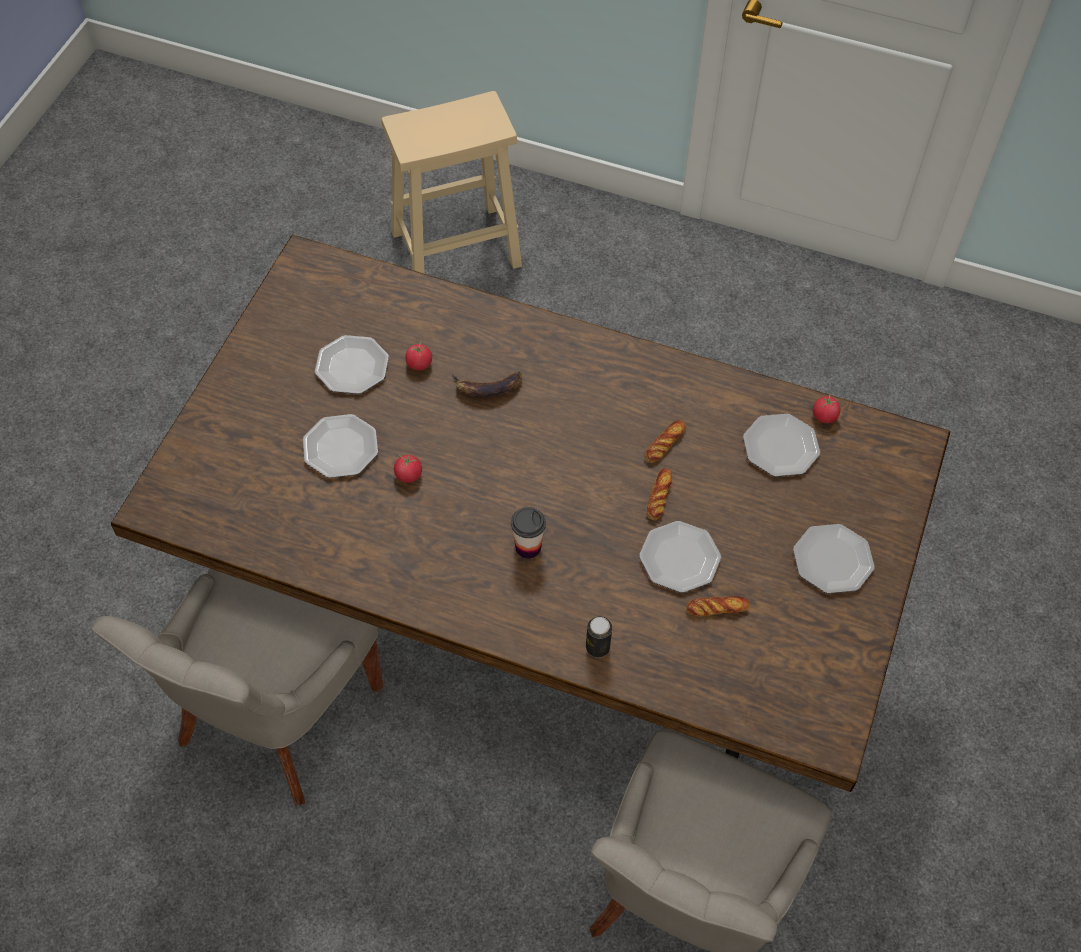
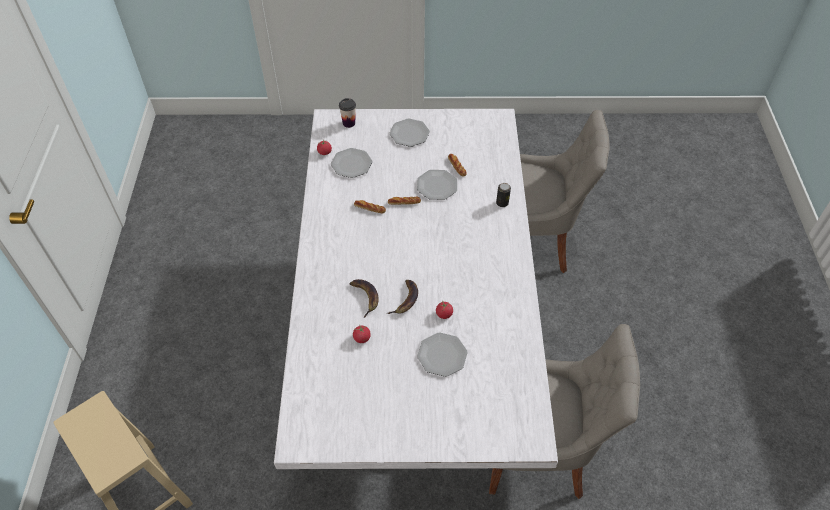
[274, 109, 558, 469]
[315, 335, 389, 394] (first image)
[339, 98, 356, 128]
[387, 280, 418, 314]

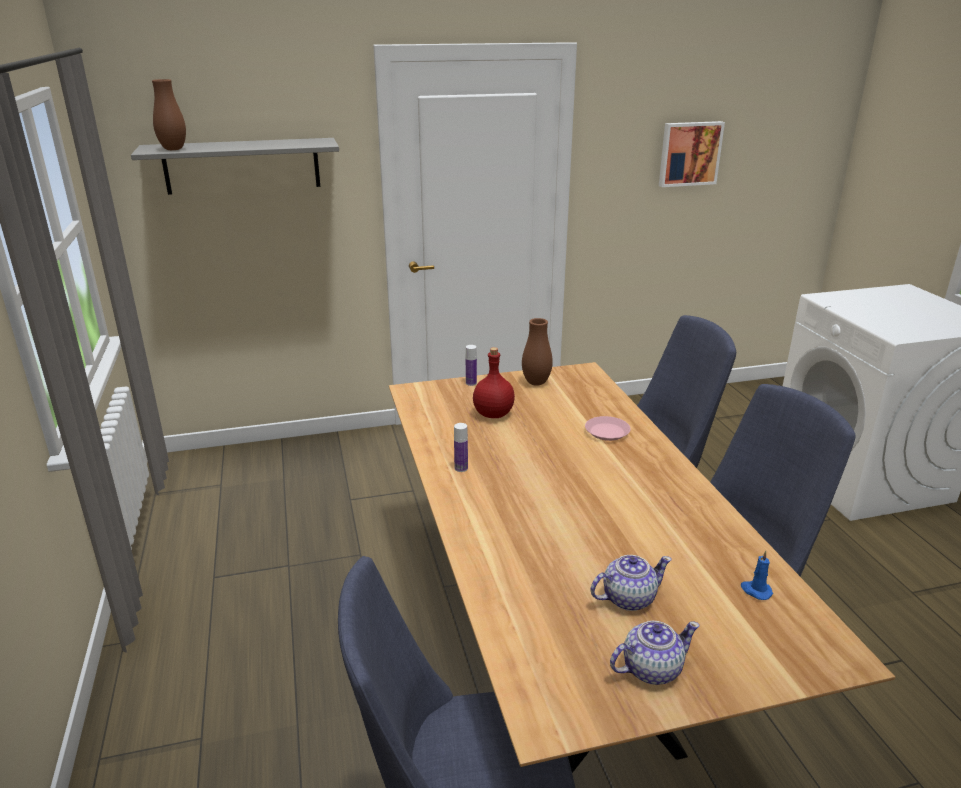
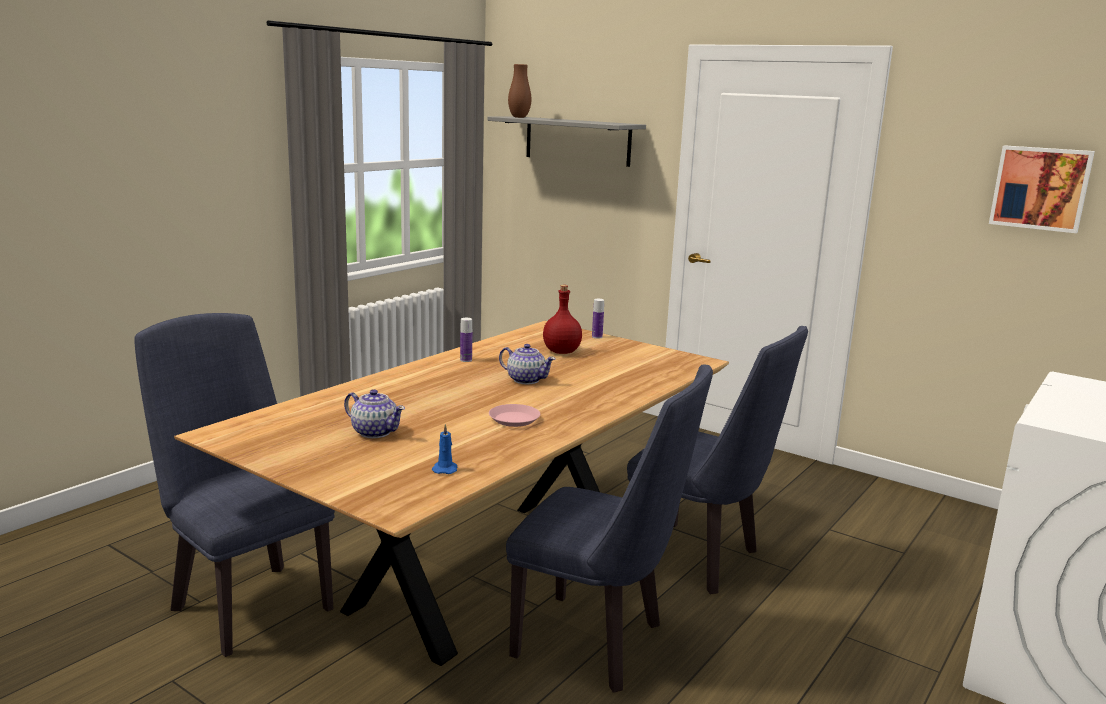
[522, 318, 553, 386] (first image)
[489, 404, 540, 427]
[499, 344, 556, 384]

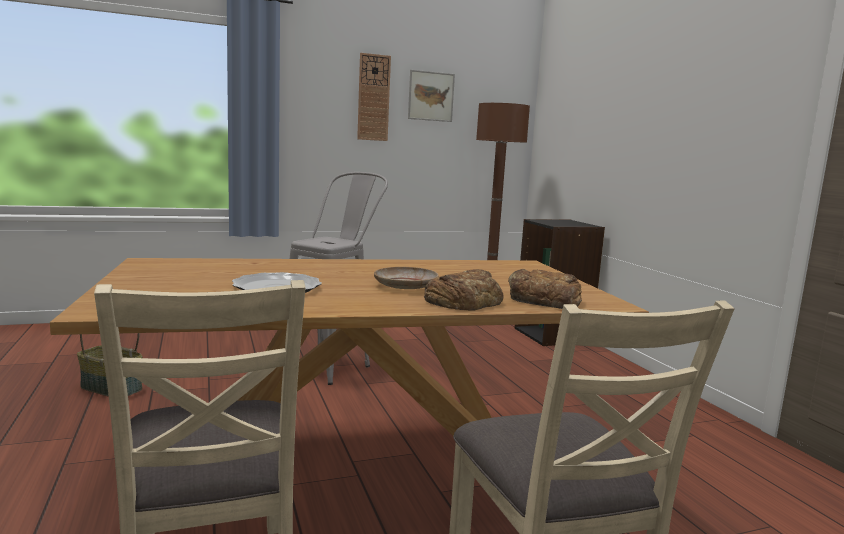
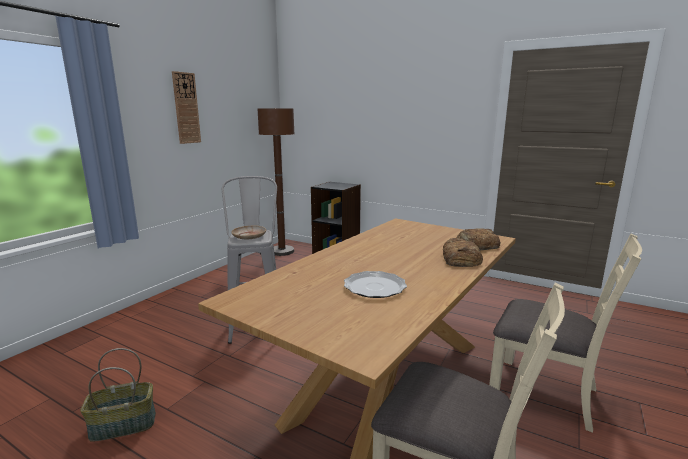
[408, 70, 455, 122] (first image)
[231, 226, 266, 239]

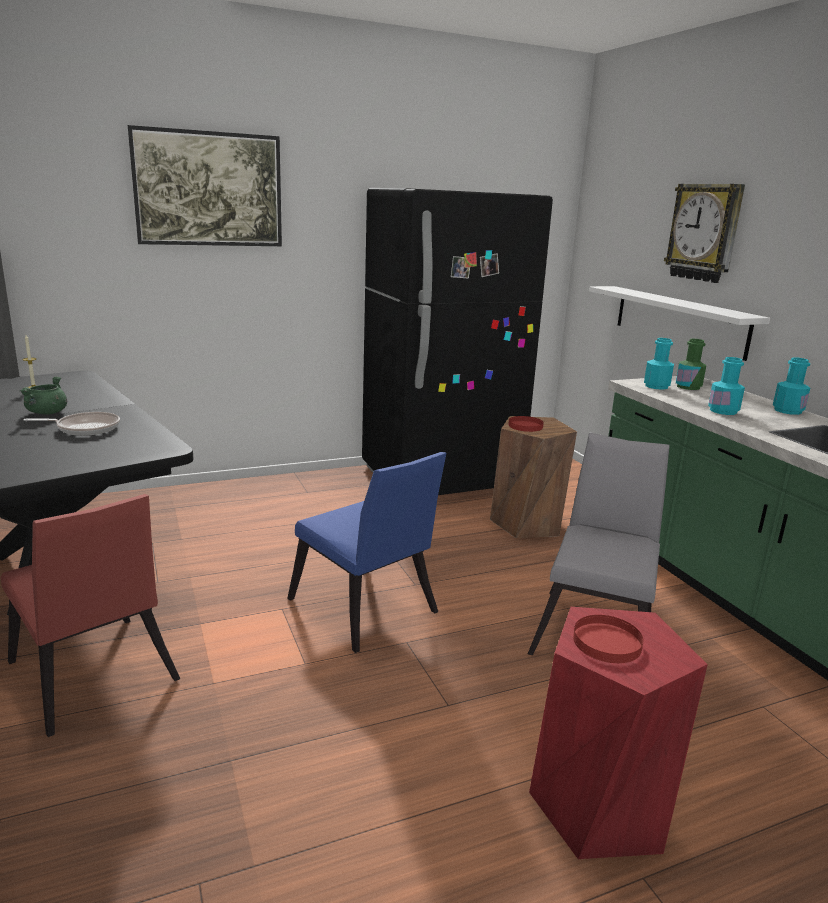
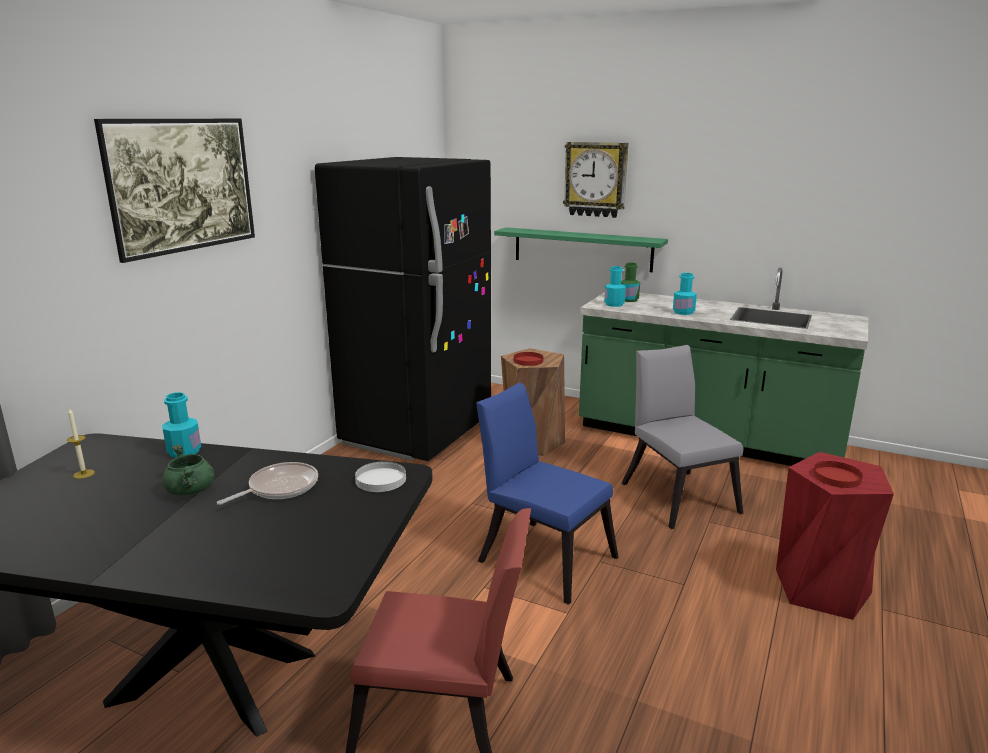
[494, 227, 668, 272]
[162, 392, 201, 458]
[476, 383, 618, 605]
[355, 461, 406, 492]

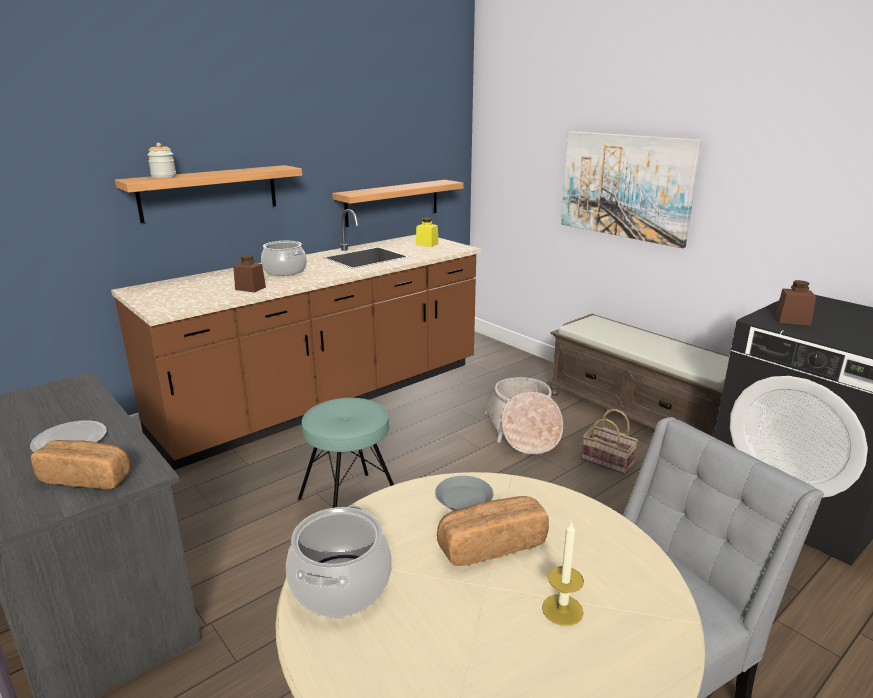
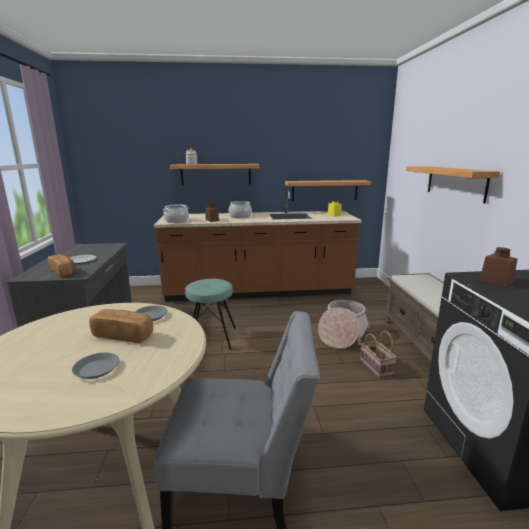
[406, 166, 500, 203]
[163, 205, 189, 223]
[72, 352, 119, 379]

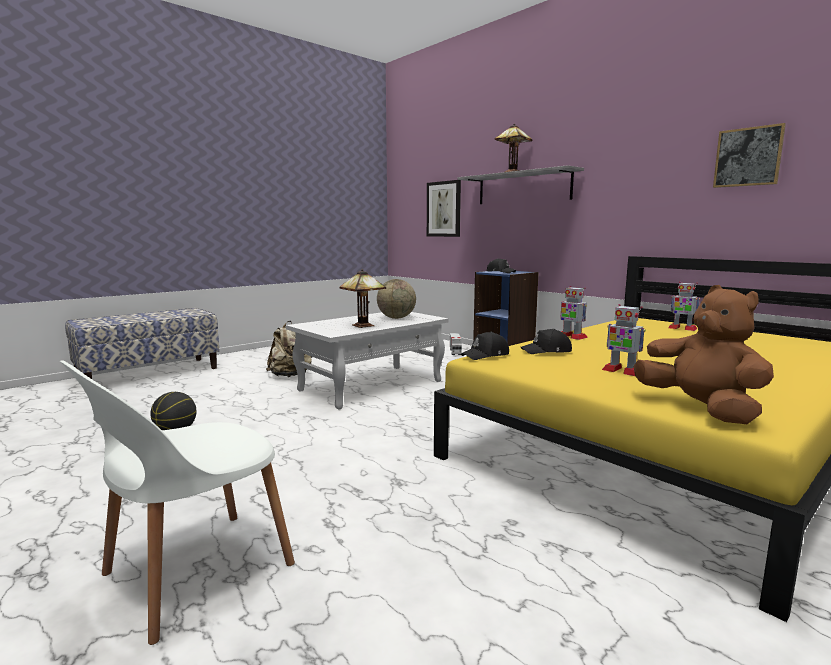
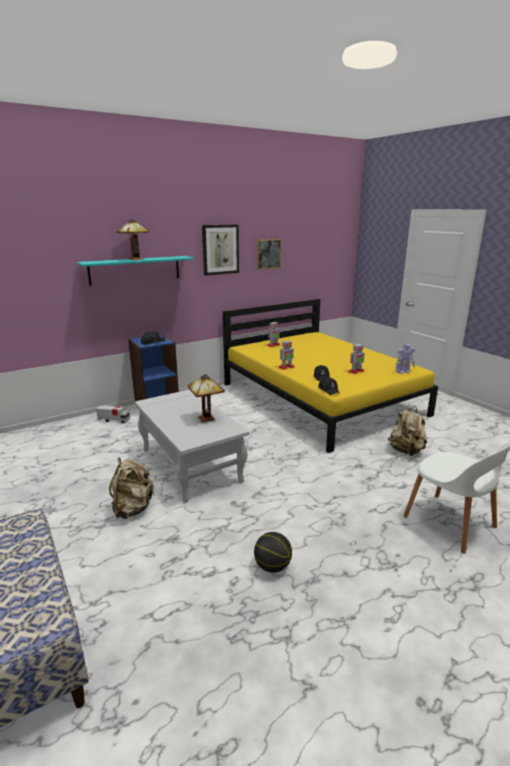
[77, 256, 194, 286]
[202, 224, 239, 276]
[377, 279, 416, 319] (first image)
[395, 344, 415, 374]
[388, 406, 427, 456]

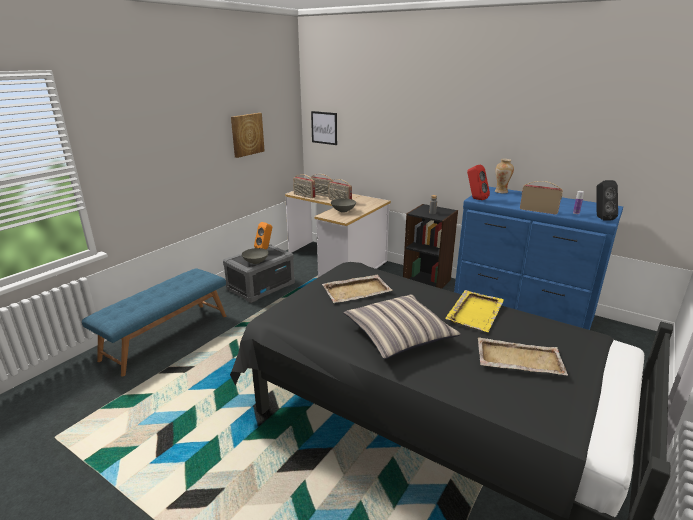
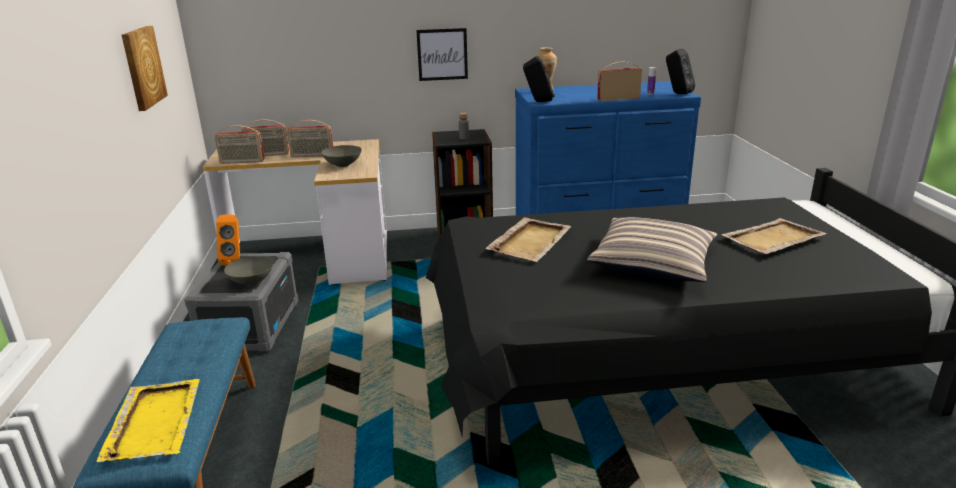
[416, 28, 468, 81]
[523, 56, 554, 102]
[96, 379, 200, 462]

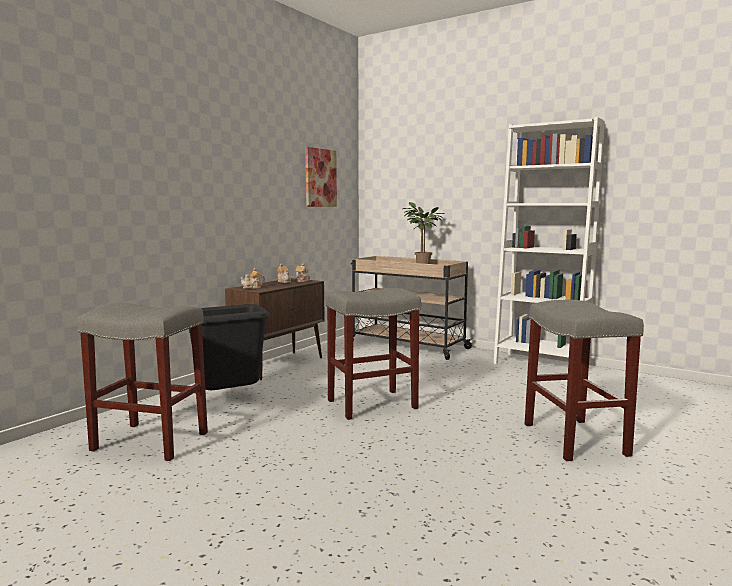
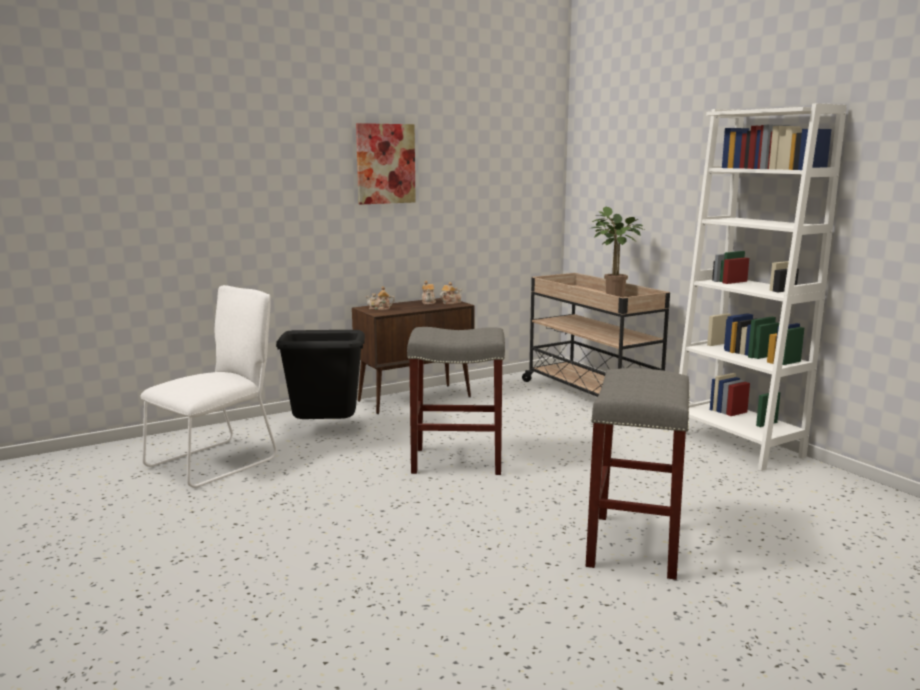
[356, 123, 416, 205]
[141, 285, 277, 488]

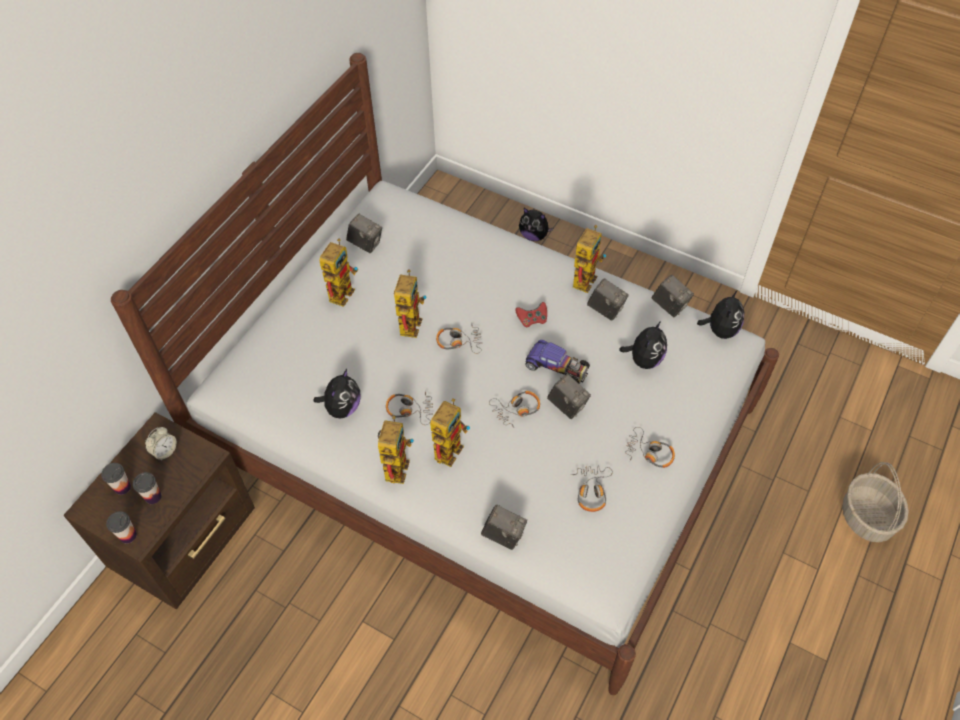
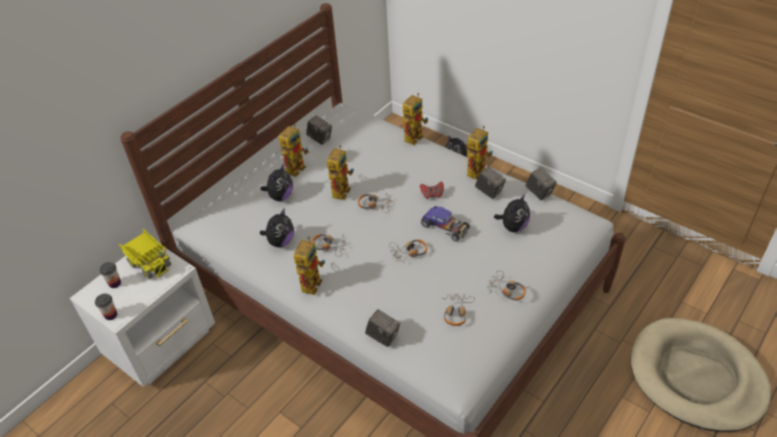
[261, 164, 293, 201]
[547, 374, 591, 419] (first image)
[403, 93, 428, 145]
[70, 248, 215, 387]
[119, 229, 171, 279]
[631, 318, 771, 432]
[133, 472, 162, 504] (first image)

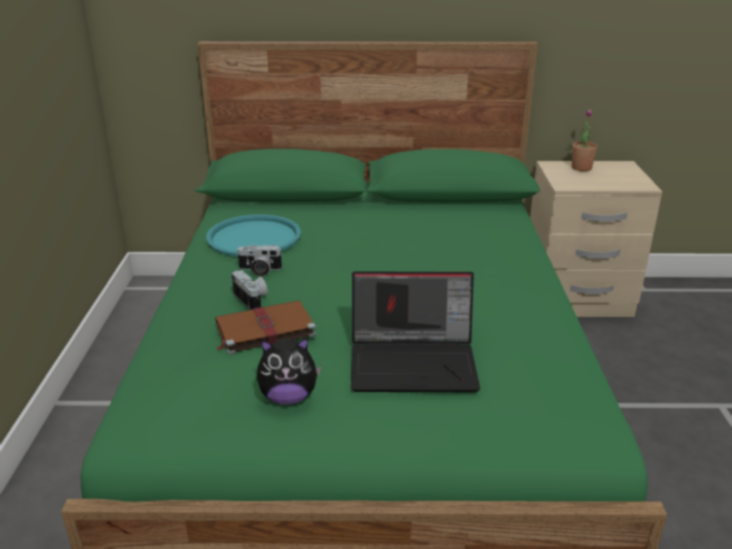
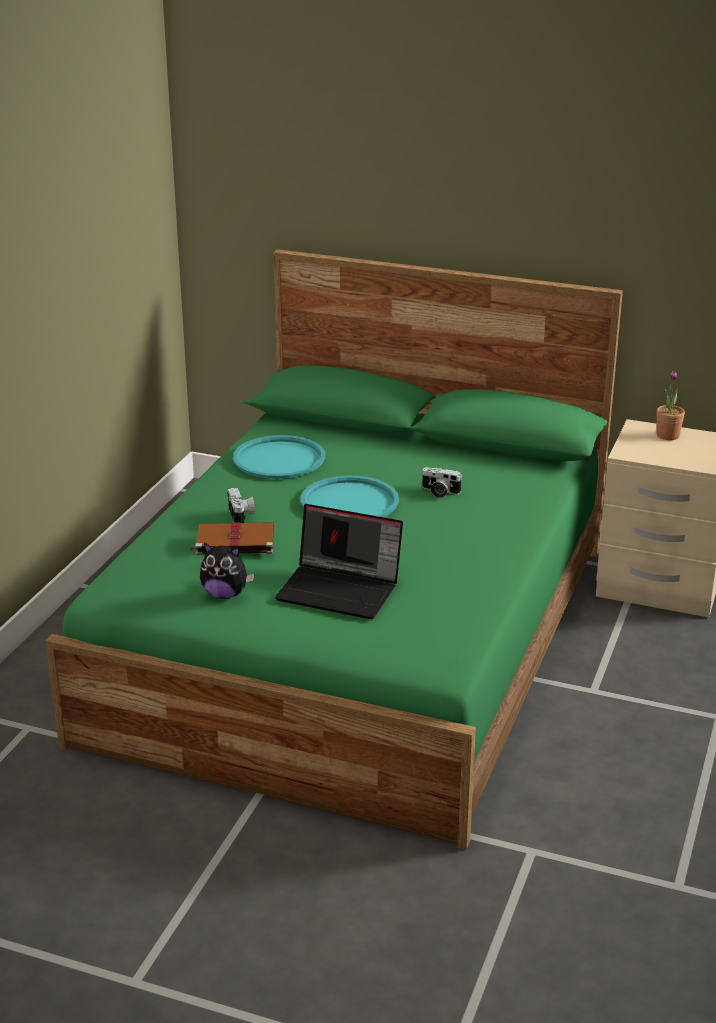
[421, 467, 461, 498]
[301, 476, 399, 517]

